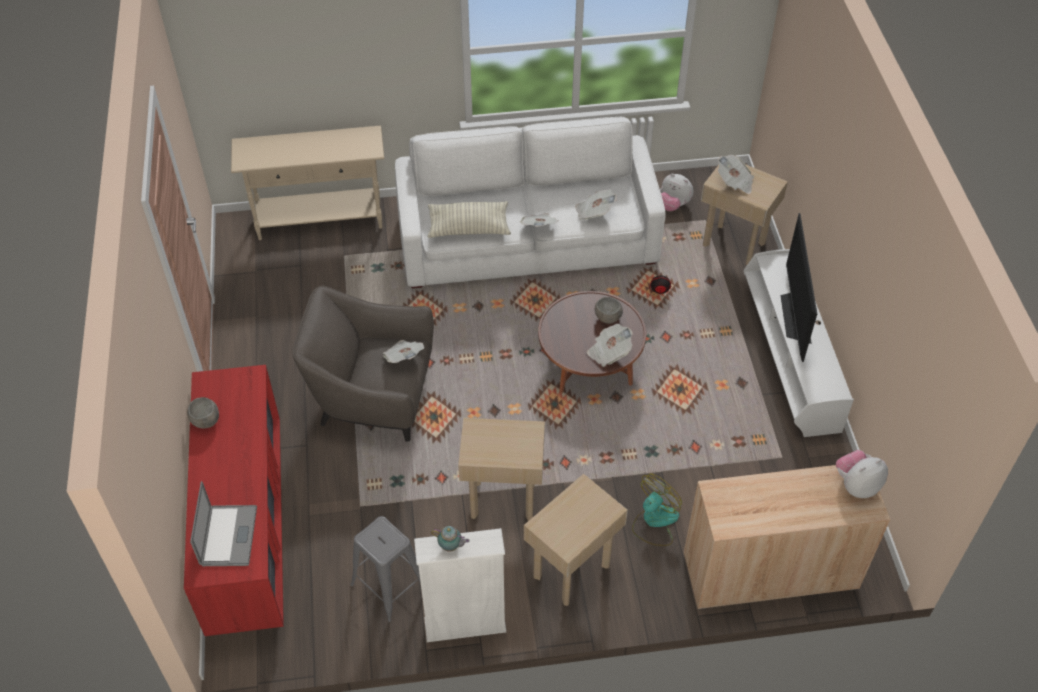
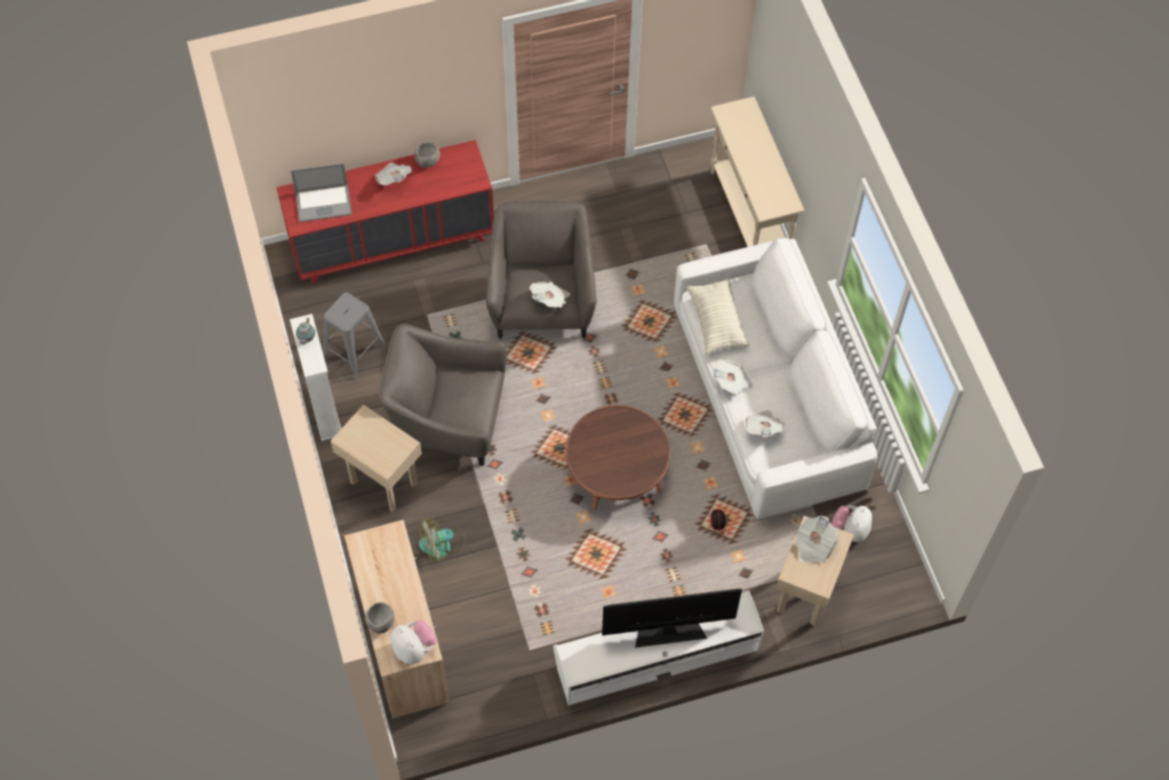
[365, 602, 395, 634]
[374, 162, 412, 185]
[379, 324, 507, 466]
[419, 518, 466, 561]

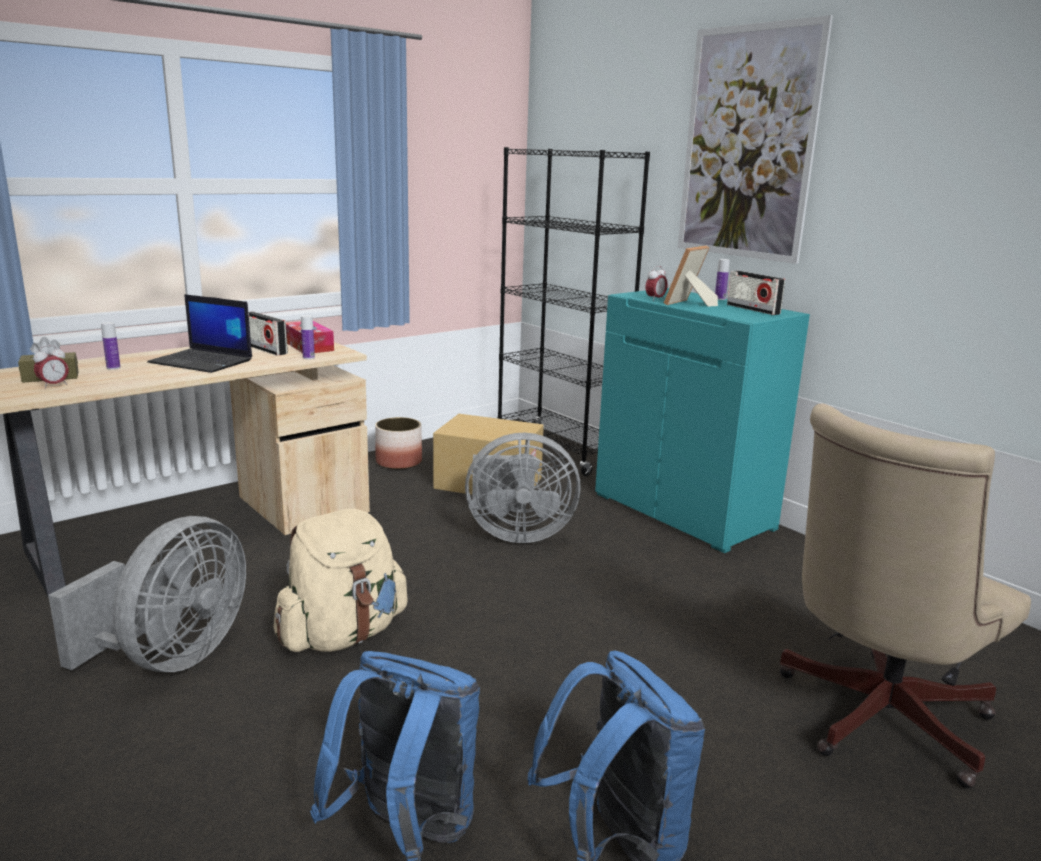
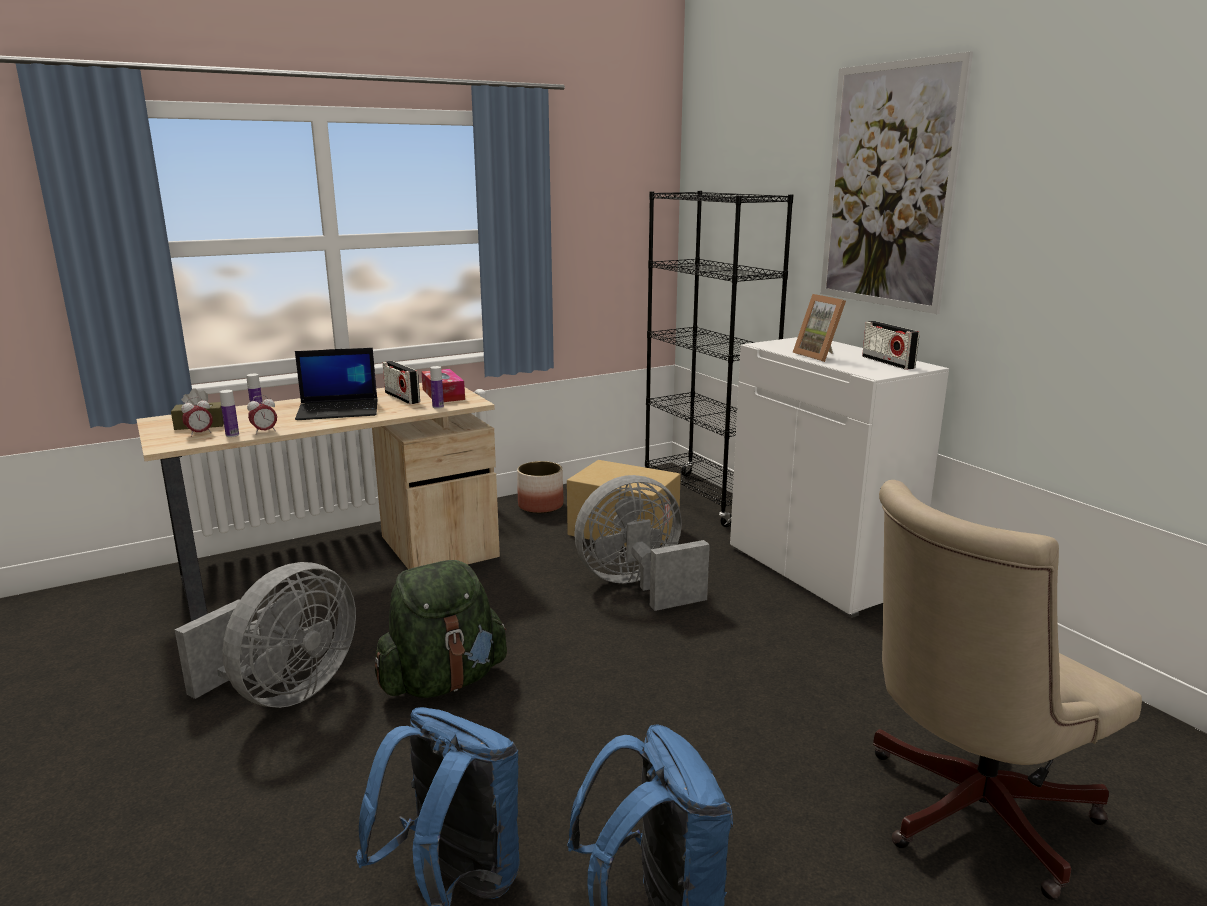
[793, 294, 846, 362]
[219, 390, 239, 437]
[247, 395, 277, 434]
[730, 337, 949, 618]
[295, 348, 377, 420]
[574, 475, 710, 611]
[375, 560, 507, 698]

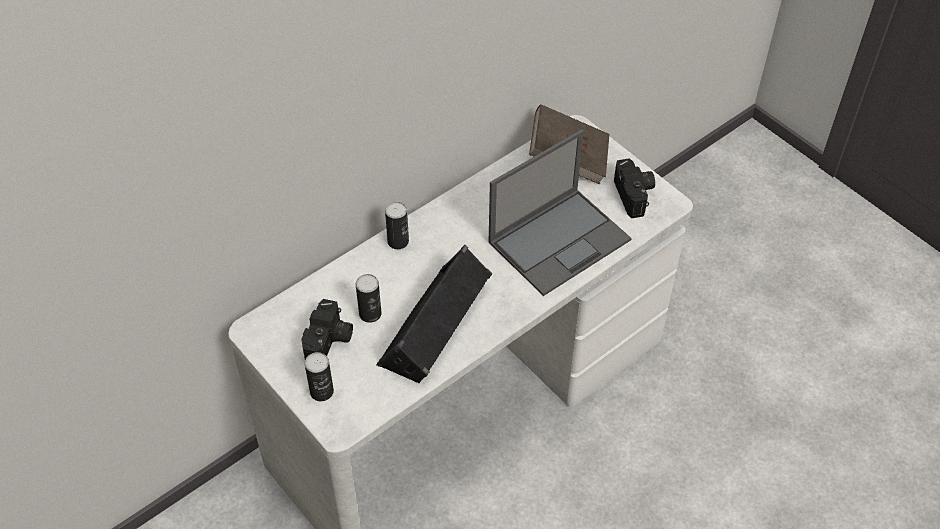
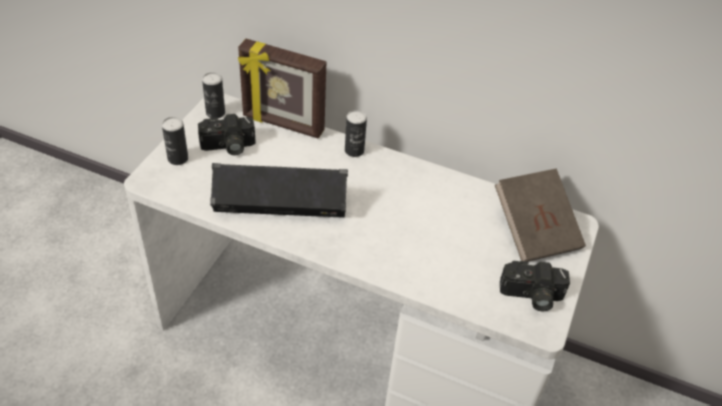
[488, 129, 631, 296] (first image)
[500, 261, 570, 311]
[202, 72, 225, 118]
[238, 39, 326, 138]

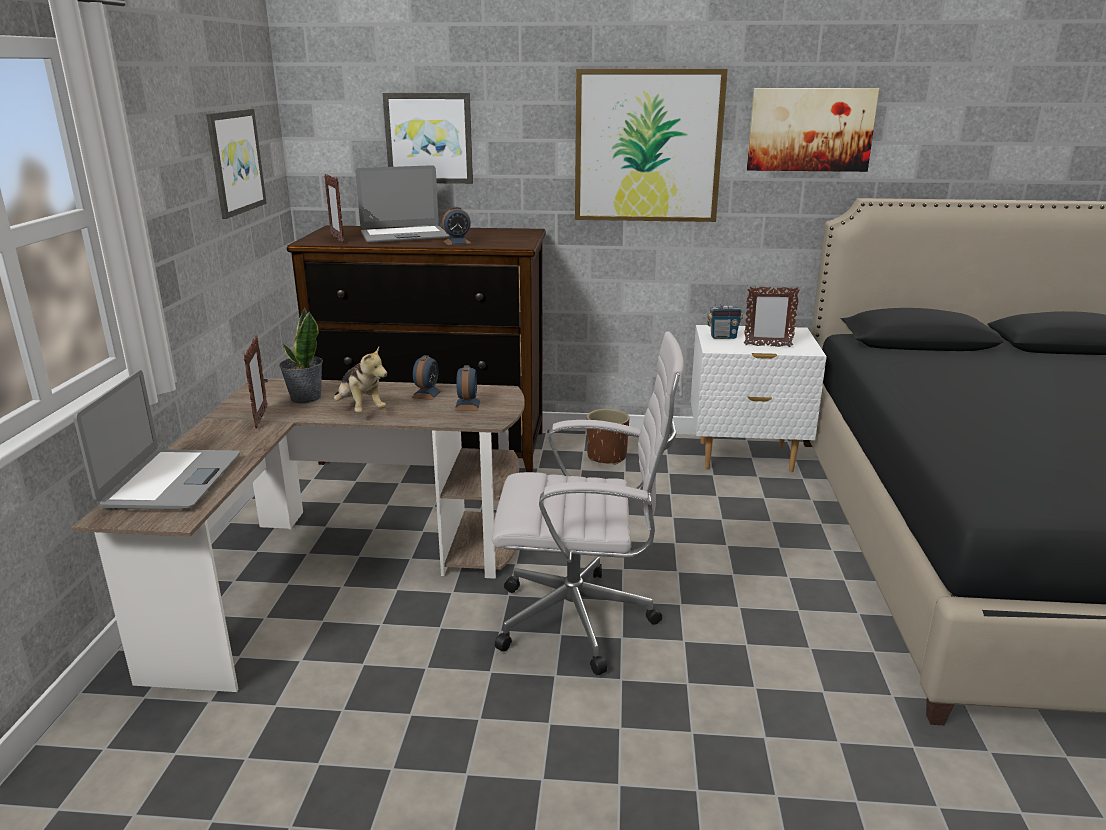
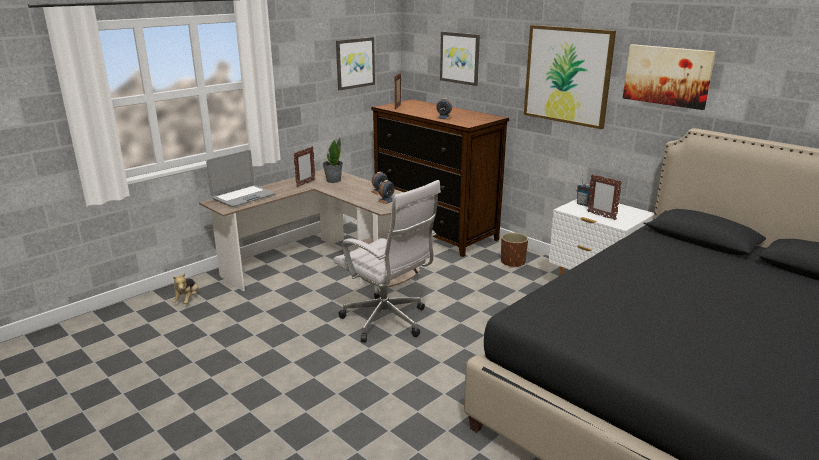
[355, 165, 450, 243] (first image)
[172, 273, 199, 304]

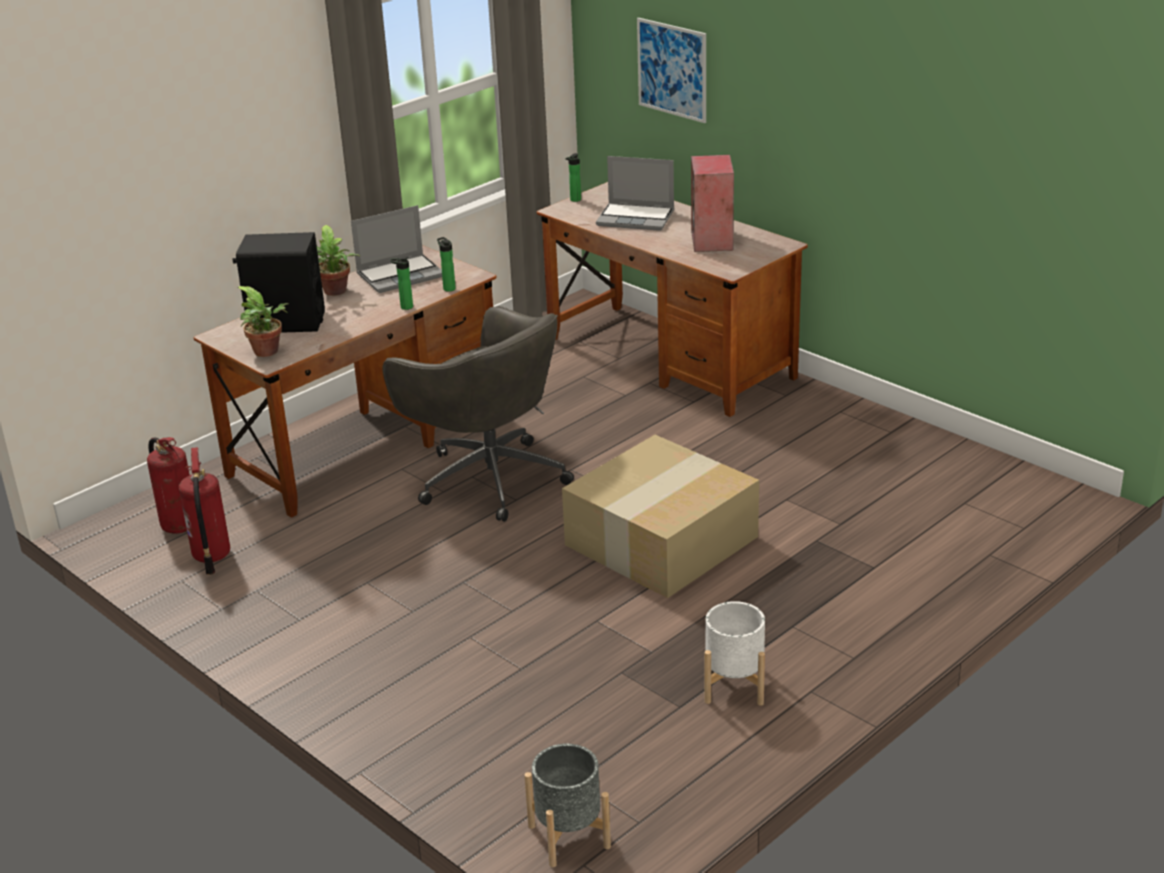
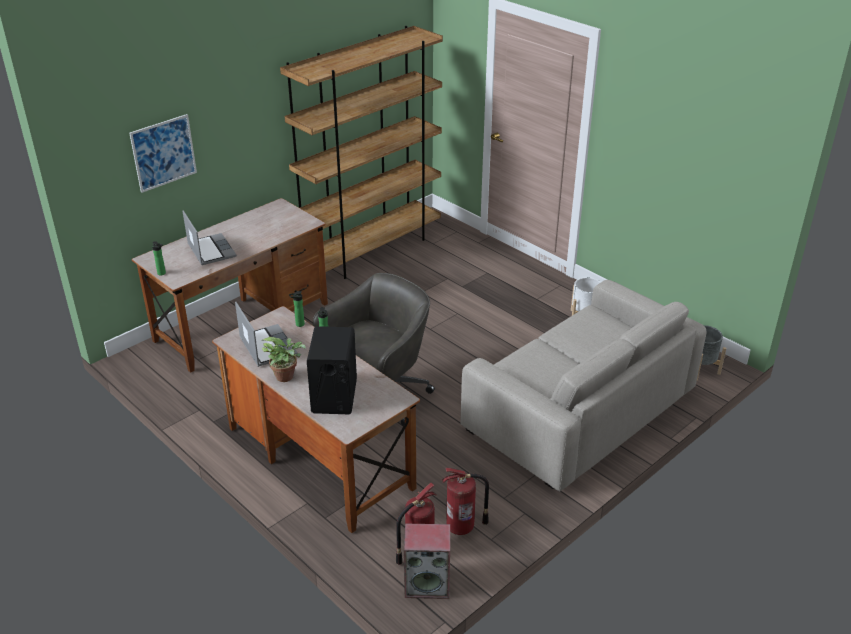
[404, 524, 450, 599]
[182, 211, 237, 265]
[237, 286, 289, 357] (first image)
[562, 435, 759, 598] (first image)
[280, 26, 443, 279]
[461, 280, 706, 491]

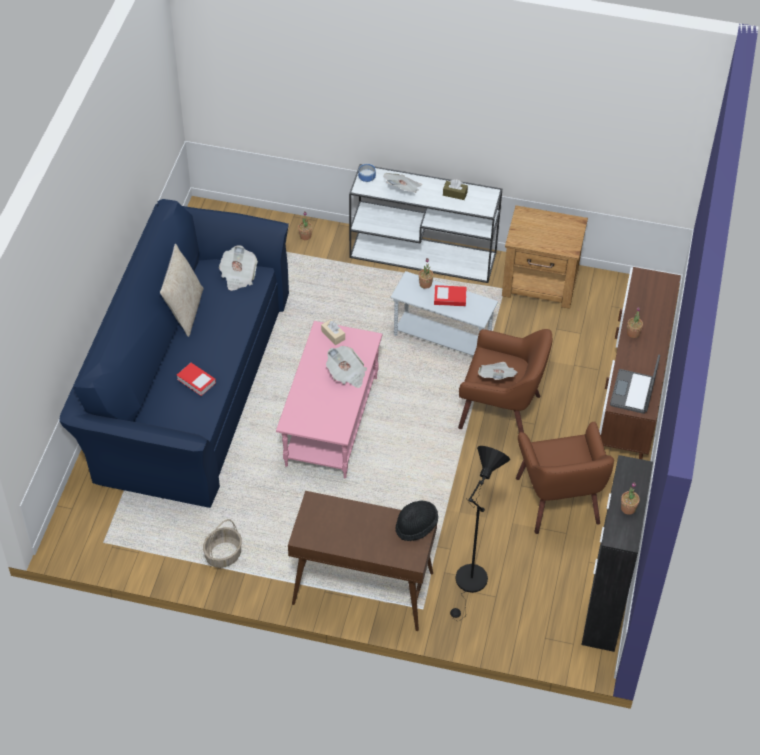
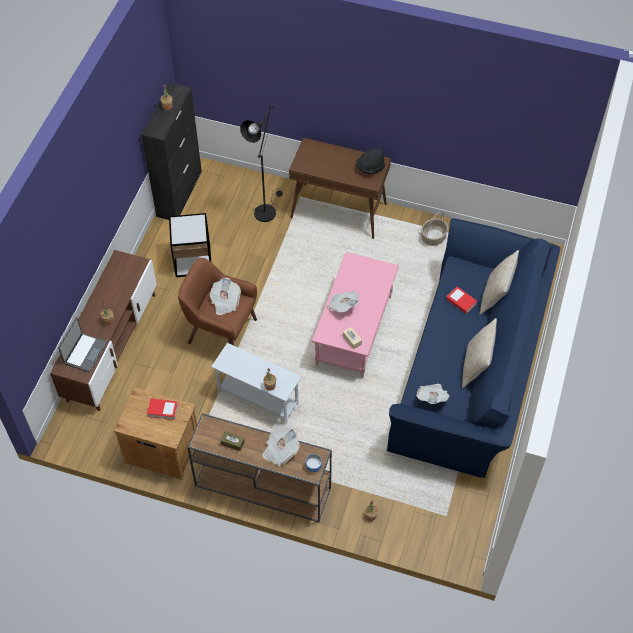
[187, 413, 332, 522]
[147, 398, 178, 420]
[58, 317, 107, 372]
[169, 213, 211, 277]
[356, 148, 385, 174]
[479, 250, 519, 315]

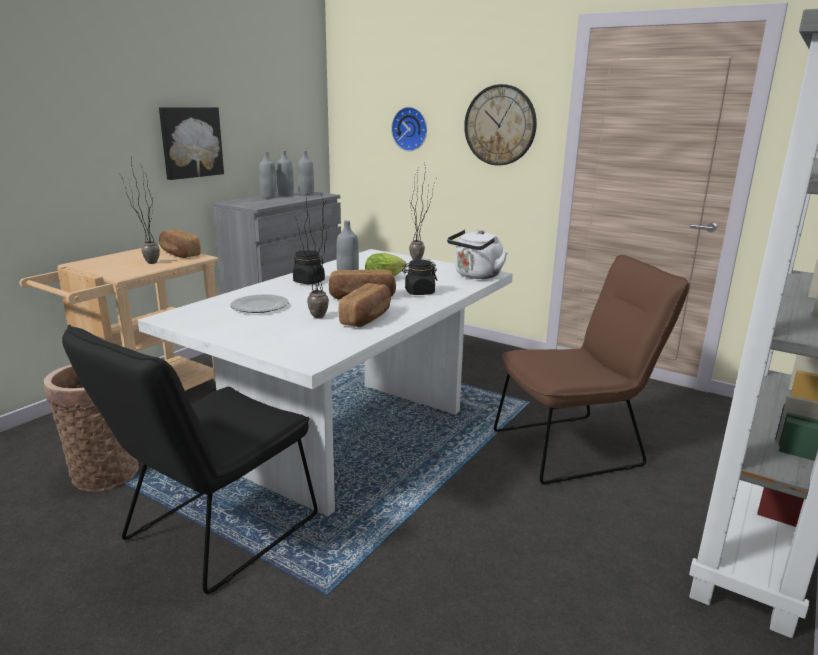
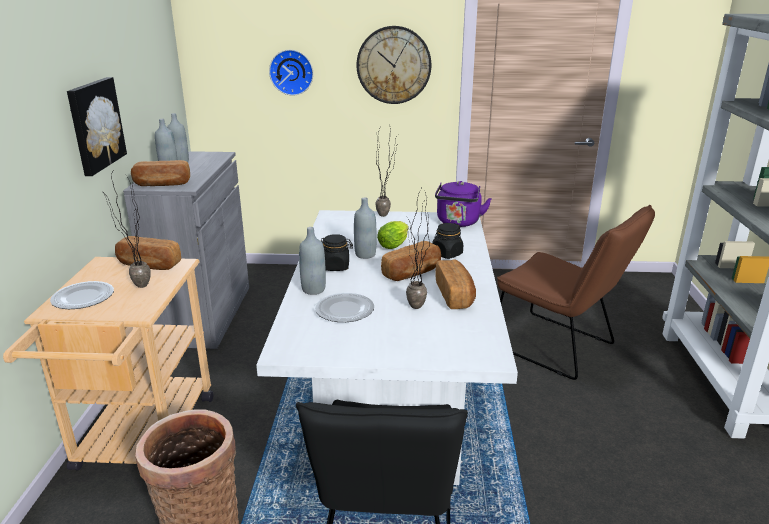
[299, 227, 326, 295]
[435, 181, 492, 227]
[497, 205, 655, 380]
[131, 160, 190, 186]
[50, 281, 114, 309]

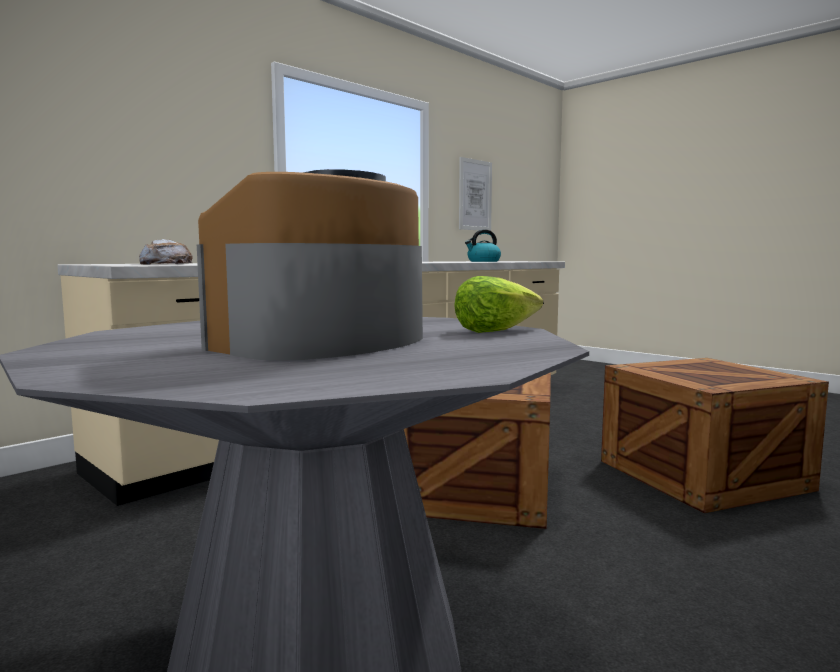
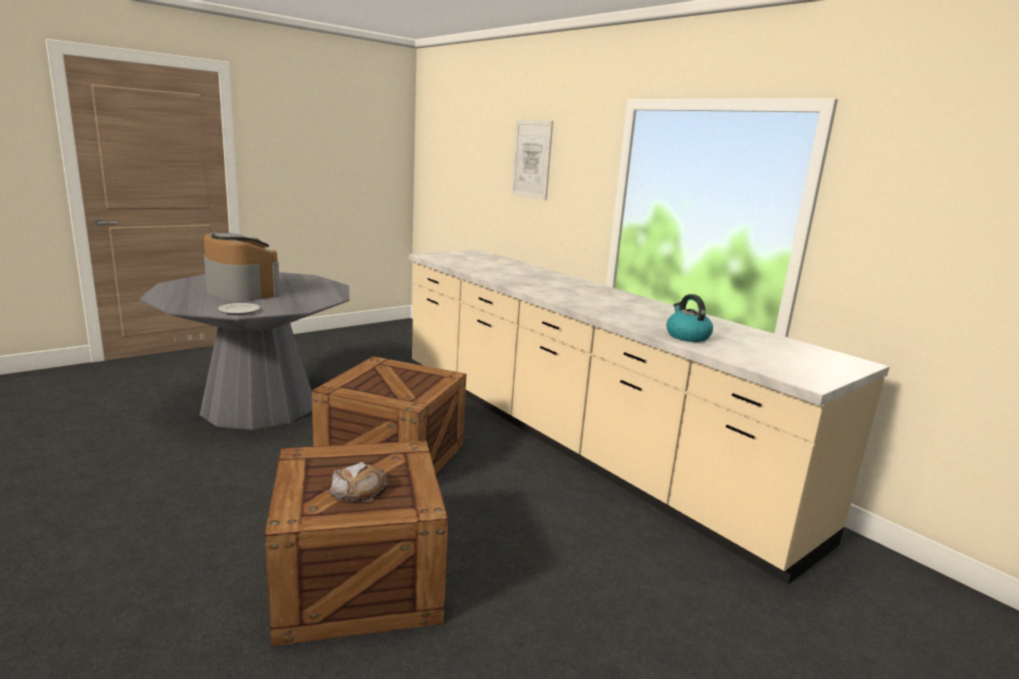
[511, 120, 553, 200]
[329, 462, 388, 502]
[218, 303, 260, 315]

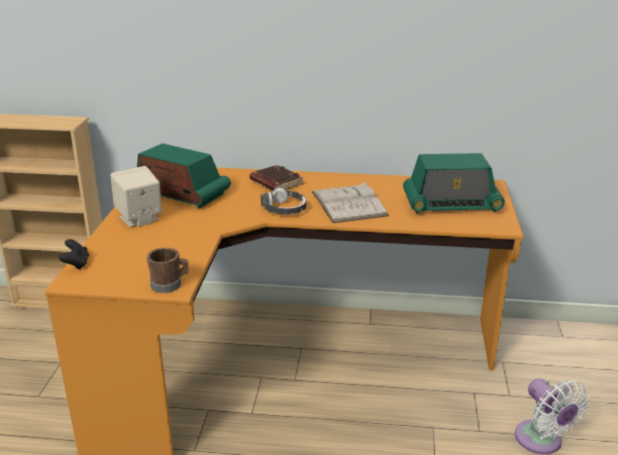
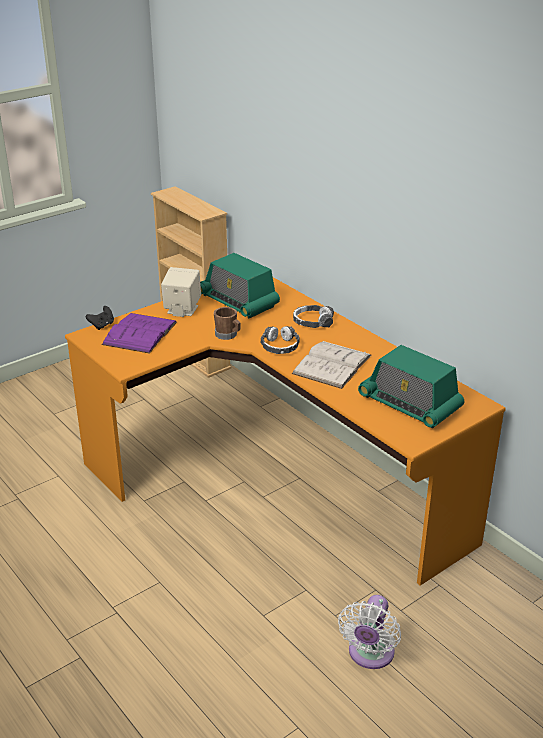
[200, 253, 280, 318]
[293, 305, 334, 328]
[214, 307, 241, 340]
[101, 313, 177, 354]

